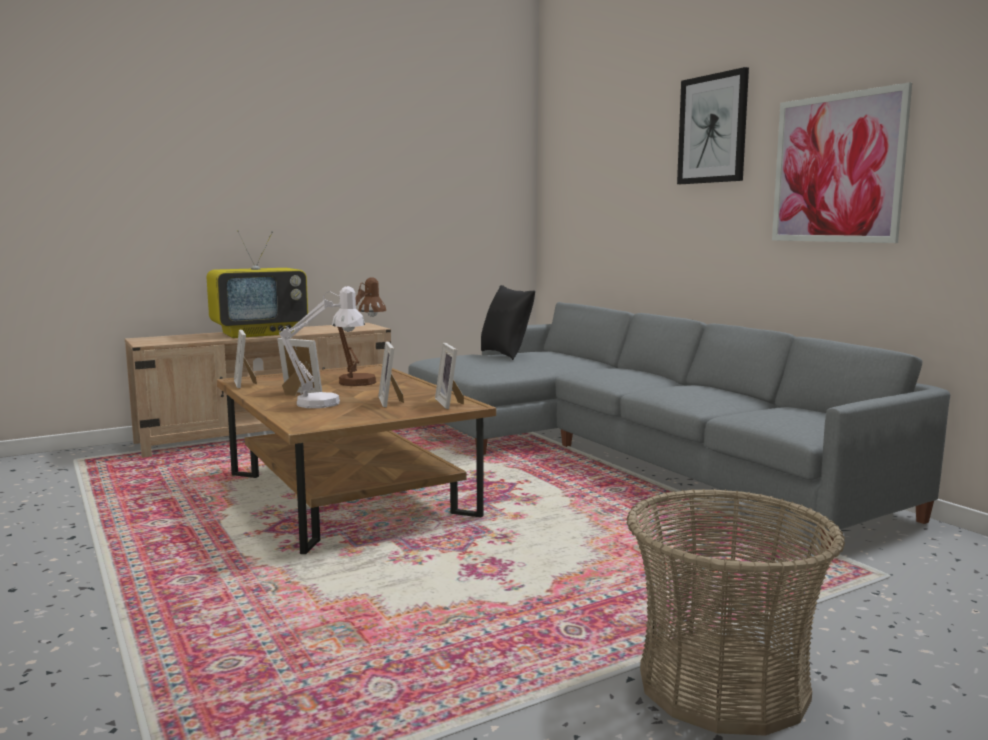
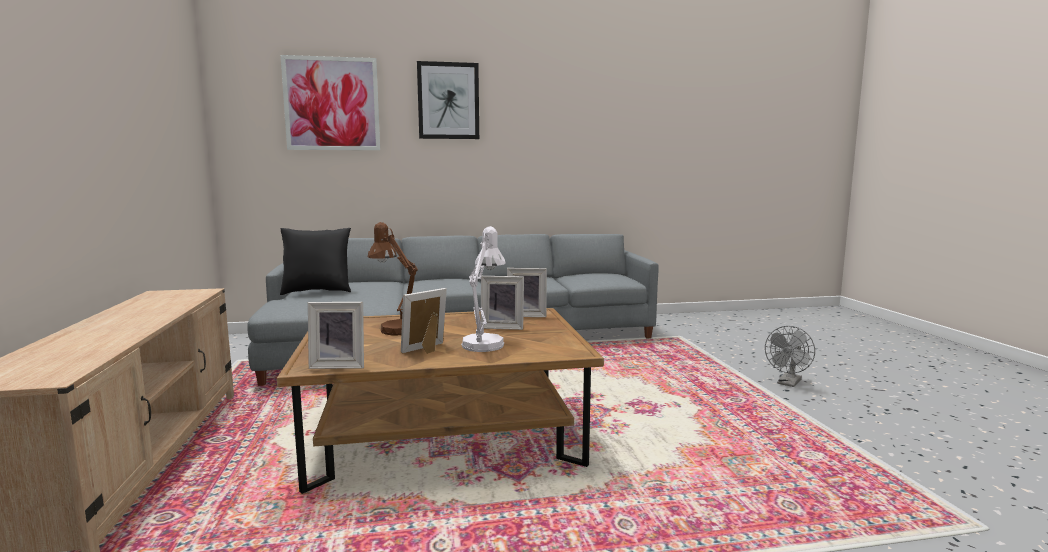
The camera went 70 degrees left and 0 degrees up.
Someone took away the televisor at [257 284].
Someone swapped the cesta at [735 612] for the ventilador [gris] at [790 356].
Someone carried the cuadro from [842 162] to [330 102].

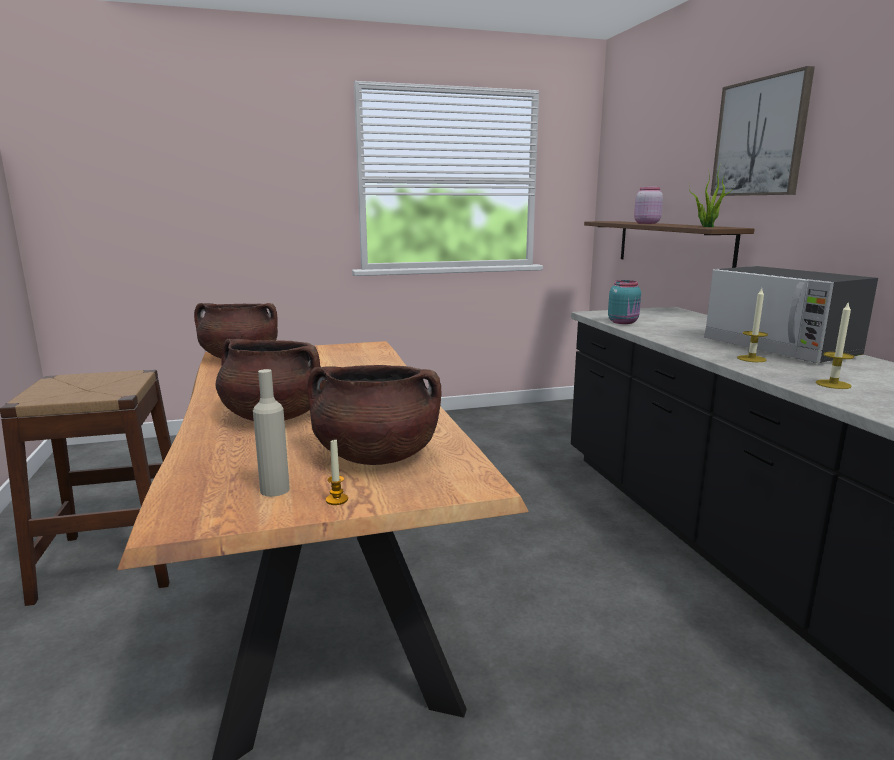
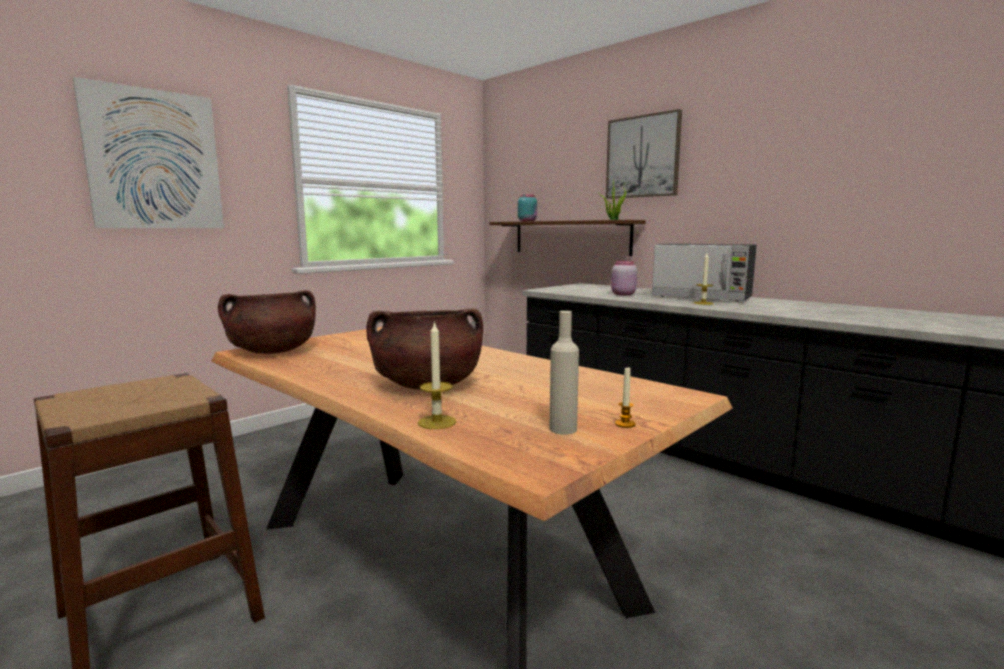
The camera went 30 degrees left and 5 degrees down.
Someone took away the olla [marrón] at [374 415].
Someone carried the tarro [turquesa] from [624 302] to [527 207].
Someone carried the tarro [rosa] from [648 205] to [624 278].
Someone carried the vela from [834 345] to [437 375].
Someone put up the cuadro at [148 152].

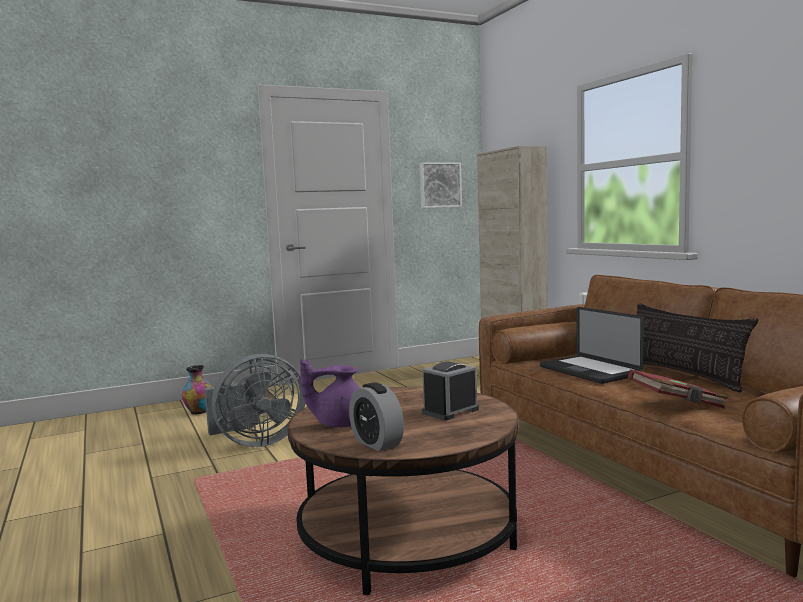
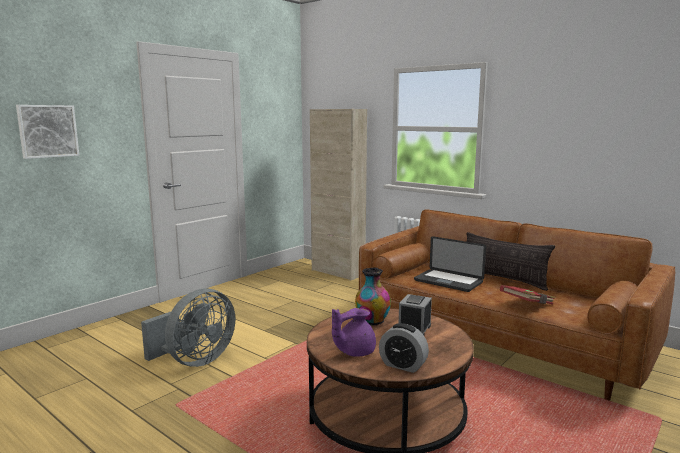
The camera went 25 degrees left and 5 degrees up.
Someone carried the florero from [197 390] to [373 296].
Someone carried the cuadro from [440 185] to [47 132].

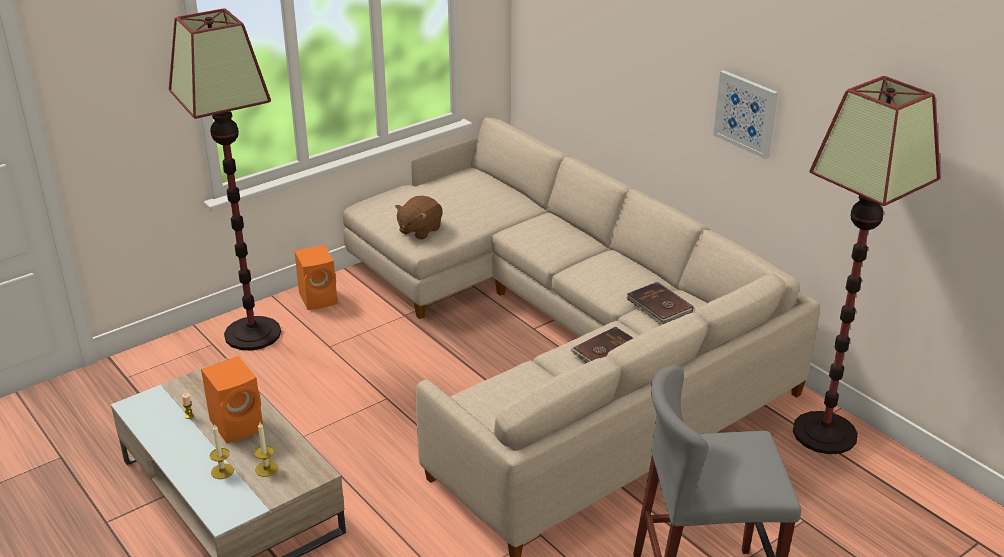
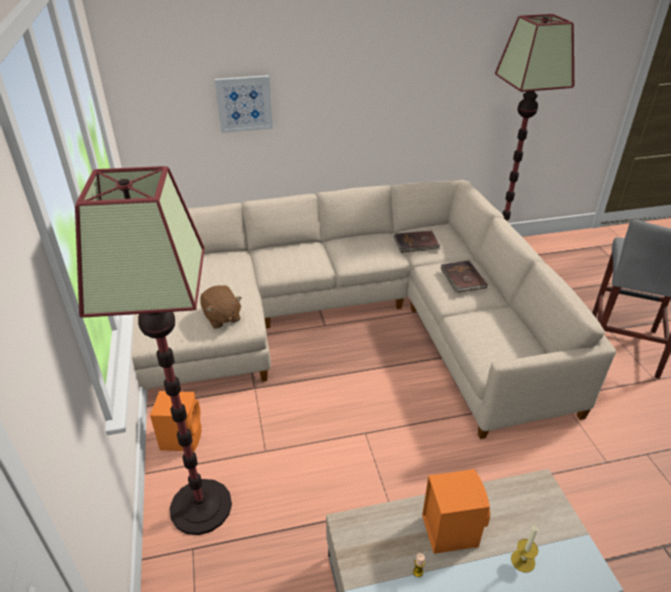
The camera went 65 degrees left and 5 degrees up.
Someone took away the vela at [266 449].
Someone carried the cuadro from [745 114] to [244 104].

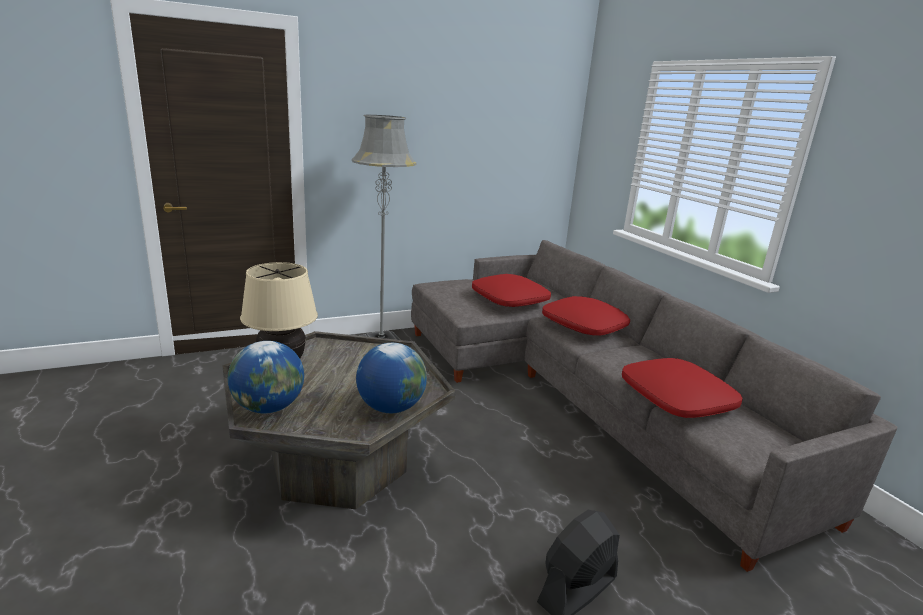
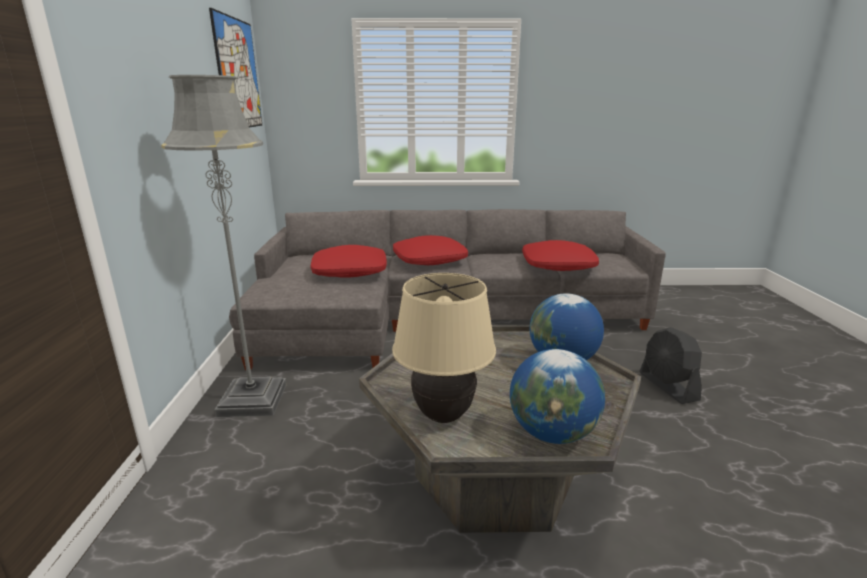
The camera went 65 degrees left and 0 degrees up.
Someone put up the cuadro at [235 68].

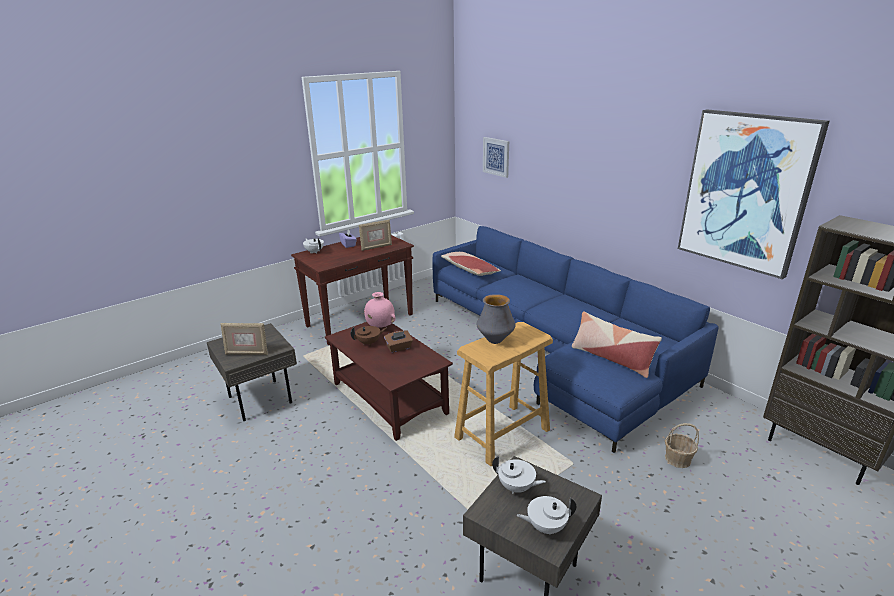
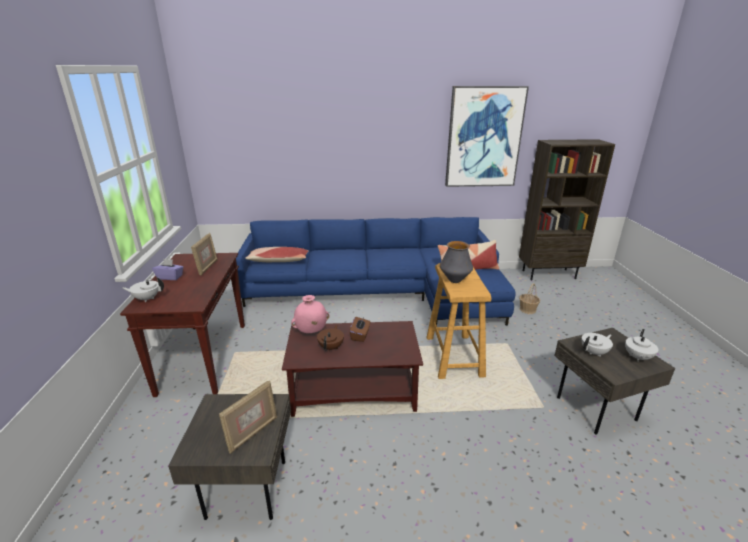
The camera went 55 degrees left and 0 degrees up.
Someone took away the cuadro at [496 157].

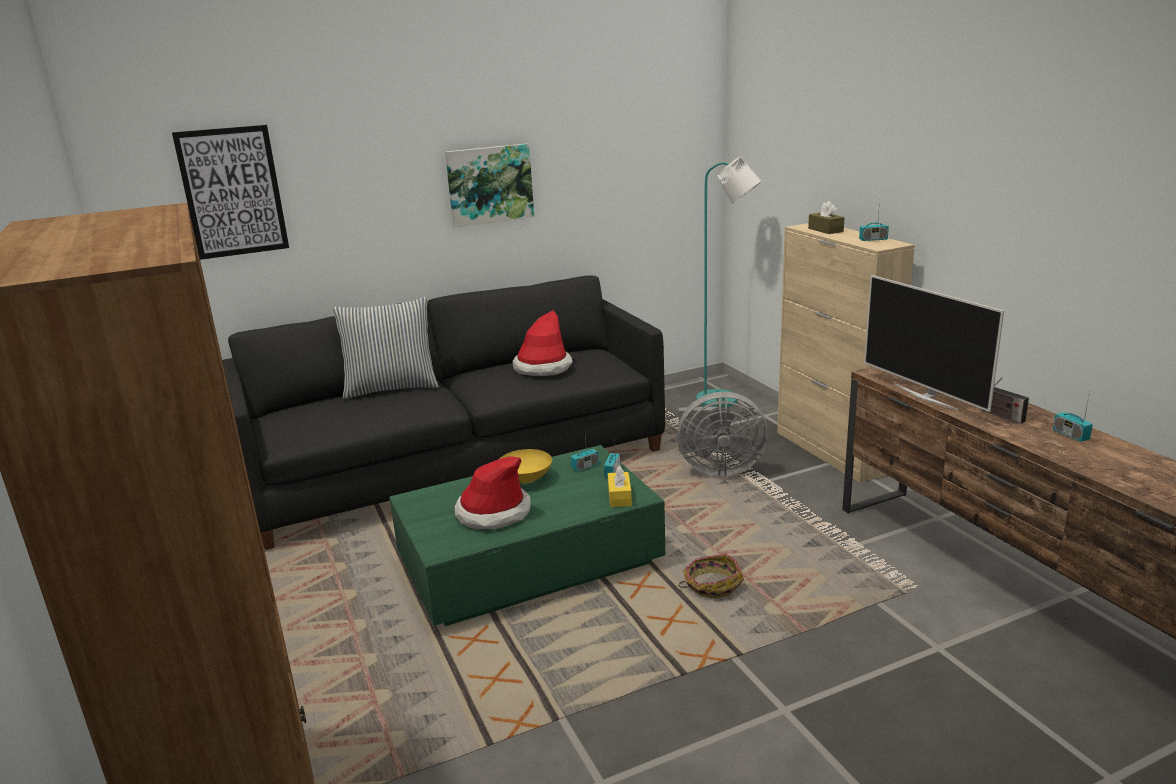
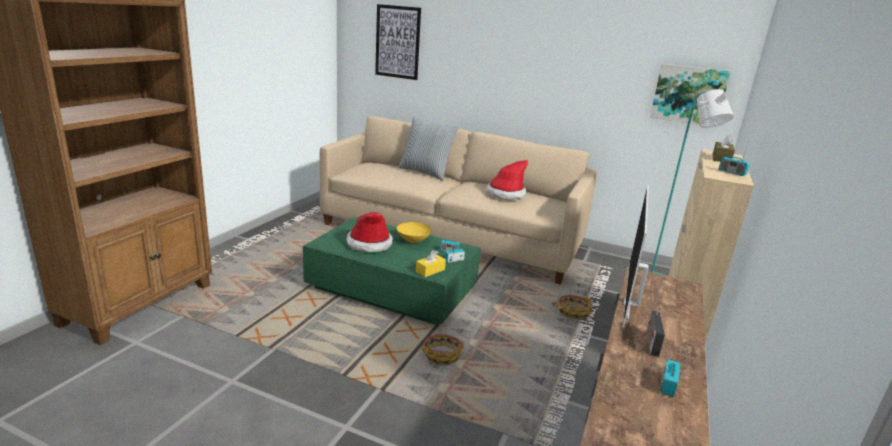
The camera went 45 degrees right and 0 degrees up.
Someone repainted the sofá [negro] at [443 412], which became the sofá [beis] at [458 200].
Someone carried the cuadro from [489 185] to [690 95].
Someone swapped the ventilador [gris] at [722 434] for the cesta at [572 307].

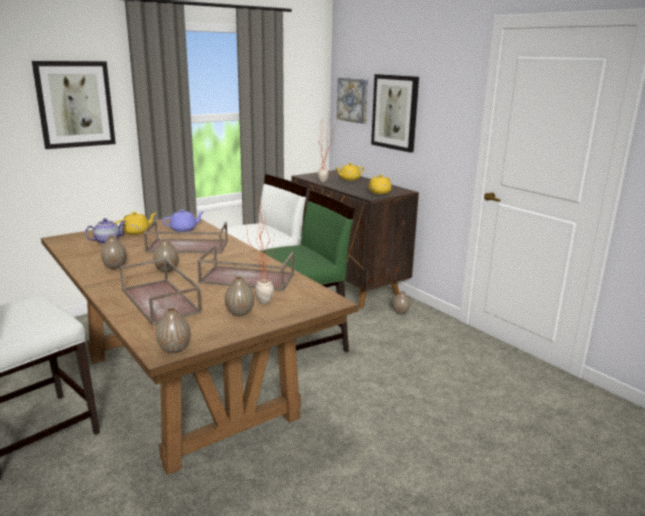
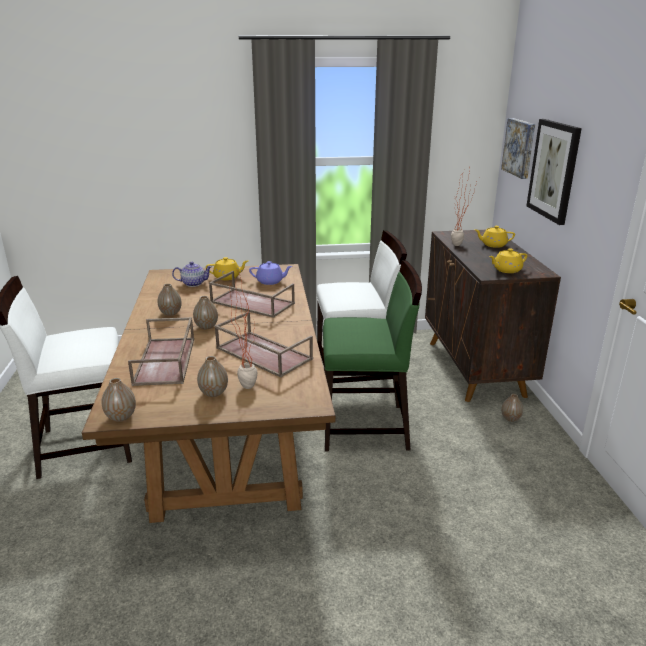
The camera went 30 degrees right and 5 degrees up.
Someone took away the cuadro at [74 105].

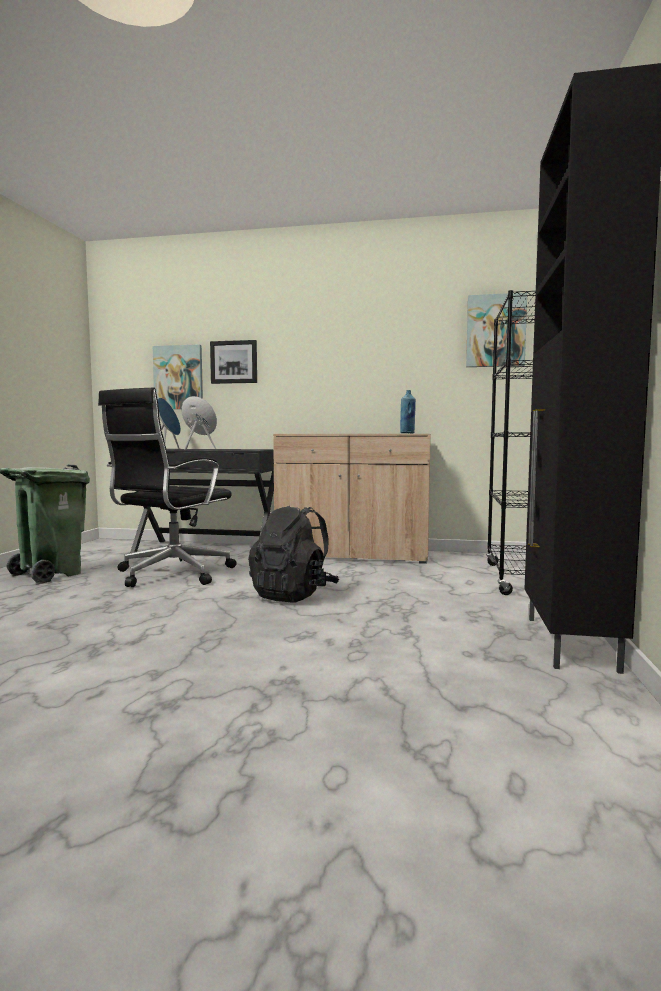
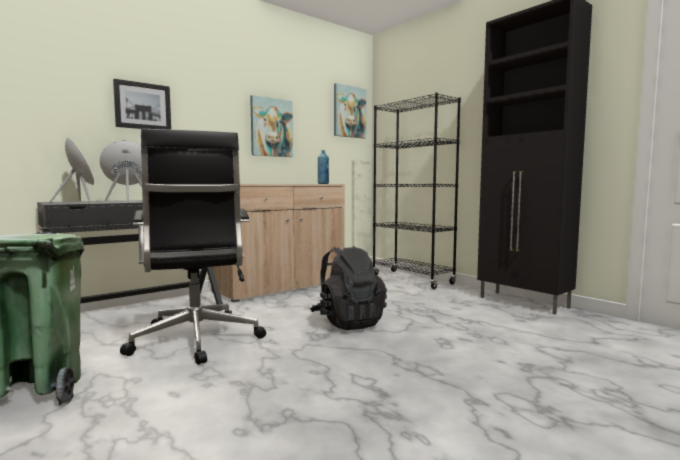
The camera went 50 degrees left and 0 degrees up.
Someone carried the cuadro from [178 376] to [271 126].

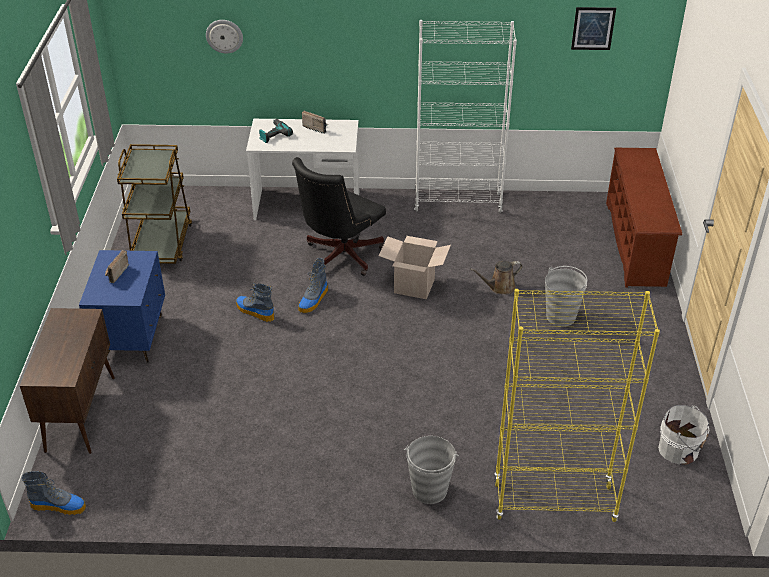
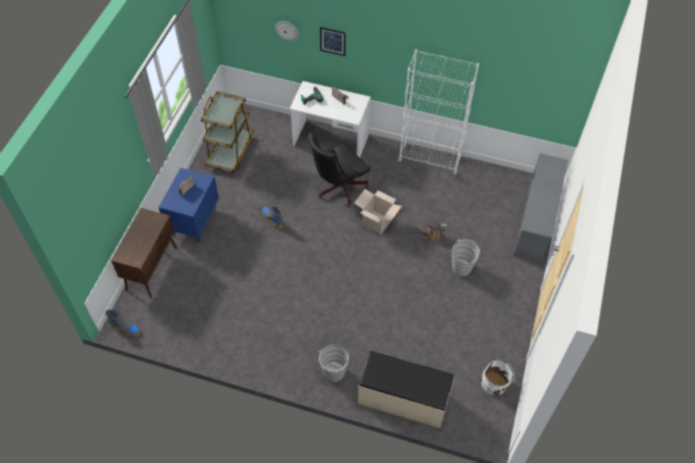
The camera went 15 degrees right and 15 degrees up.
Someone took away the bota at [313 285].
Someone swapped the estantería [amarillo] at [577 405] for the banco [beis] at [406 389].
Someone carried the cuadro from [593 28] to [333 41].
Someone repainted the zapatero [marrón] at [644 218], which became the zapatero [gris] at [540 207].

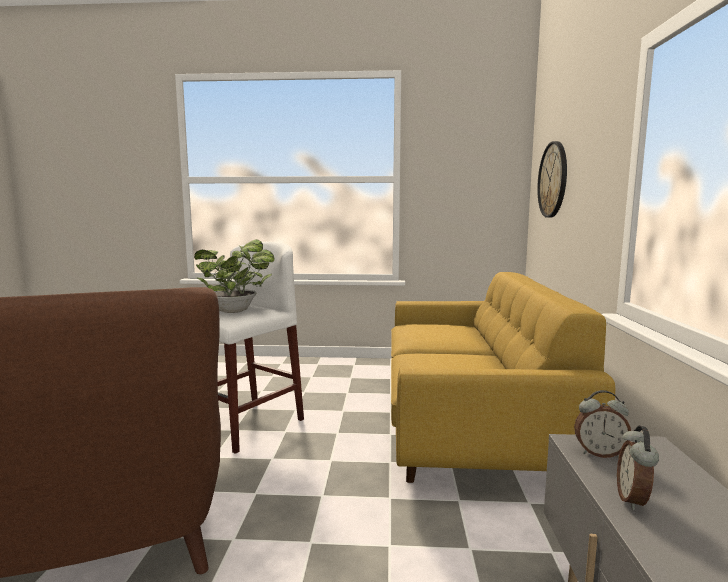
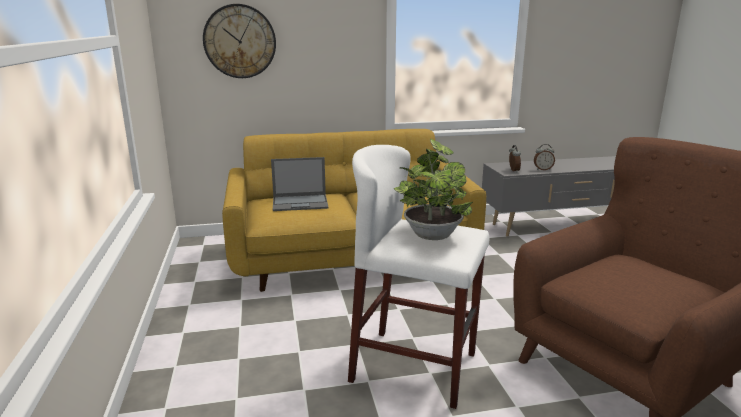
The camera went 105 degrees left and 10 degrees up.
Someone put down the portátil at [299 184].

